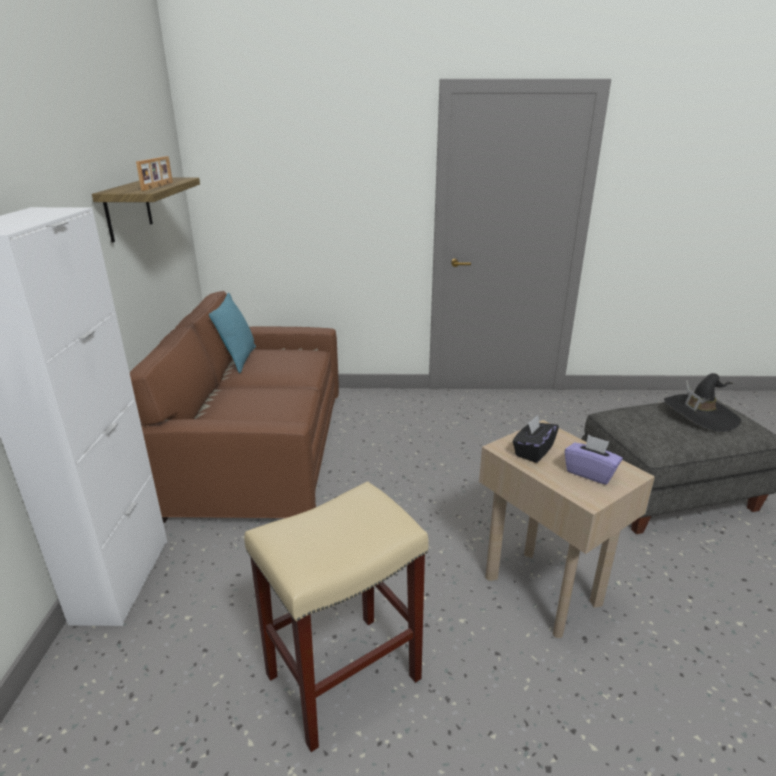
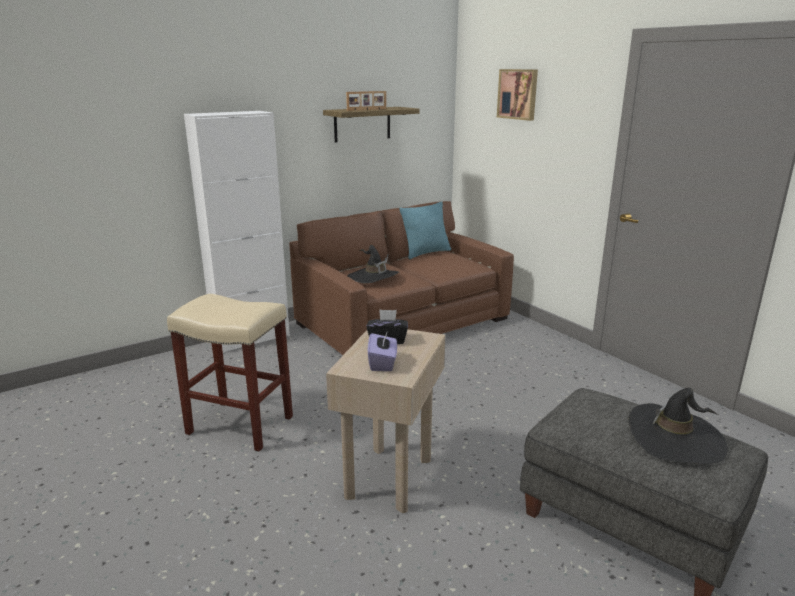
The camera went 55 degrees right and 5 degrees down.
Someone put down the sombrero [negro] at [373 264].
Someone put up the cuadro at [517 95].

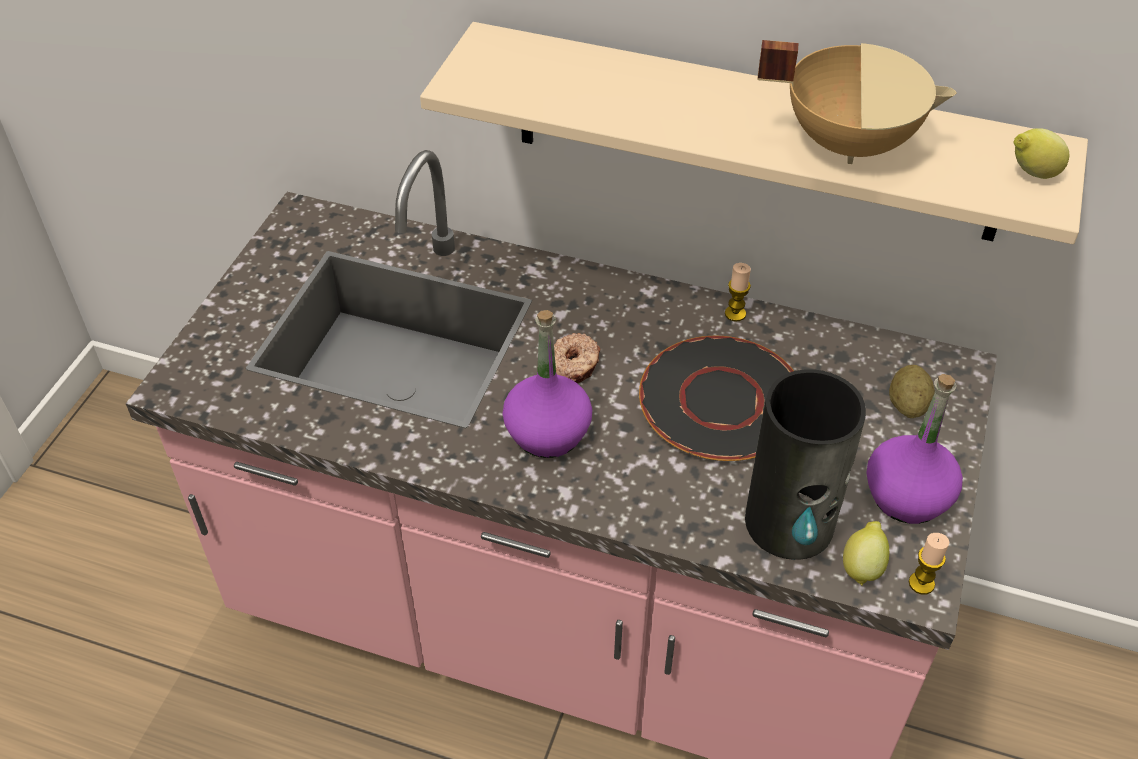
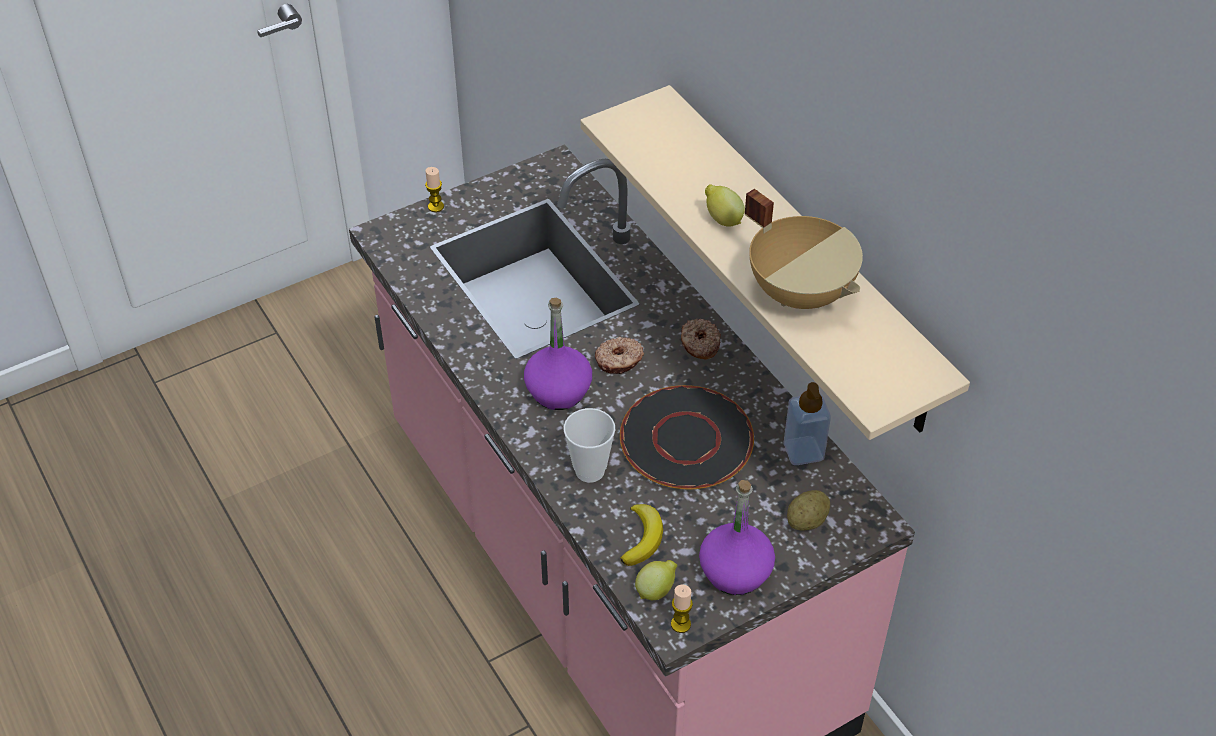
The camera went 40 degrees right and 0 degrees up.
Someone carried the vela from [738 292] to [434 189].
Someone swapped the florero at [805 464] for the plátano at [641 535].
Someone carried the limón from [1041 153] to [725 205].
Someone put down the taza at [589 445].
Someone put down the rosquilla at [701 339].
Someone put down the dispensador de jabón at [807 423].

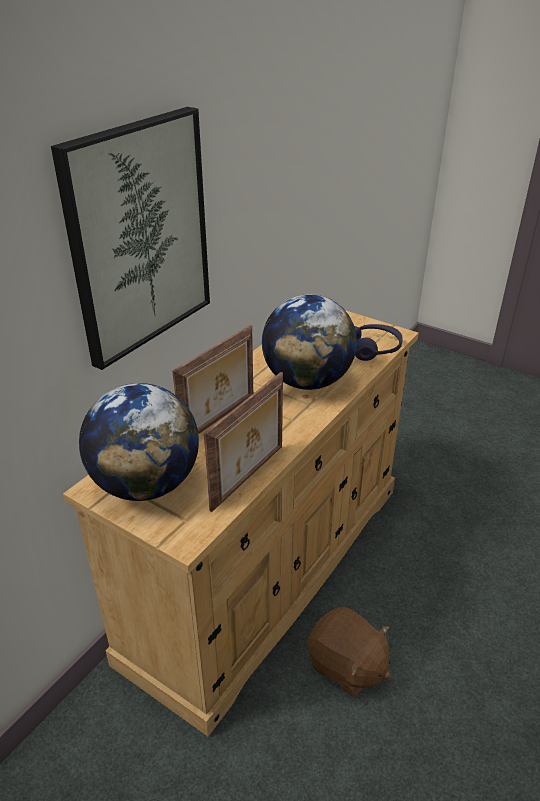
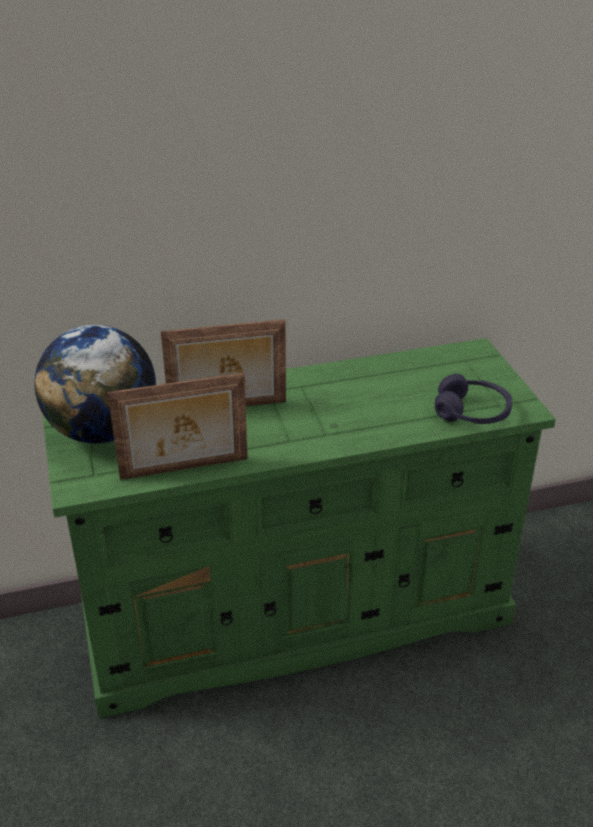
The camera went 40 degrees right and 0 degrees up.
Someone took away the cuadro at [130 238].
Someone repainted the cómoda [beis] at [241 523], which became the cómoda [verde] at [299 528].
Someone took away the globo terráqueo at [309 342].
Someone took away the peluche [marrón] at [349 652].

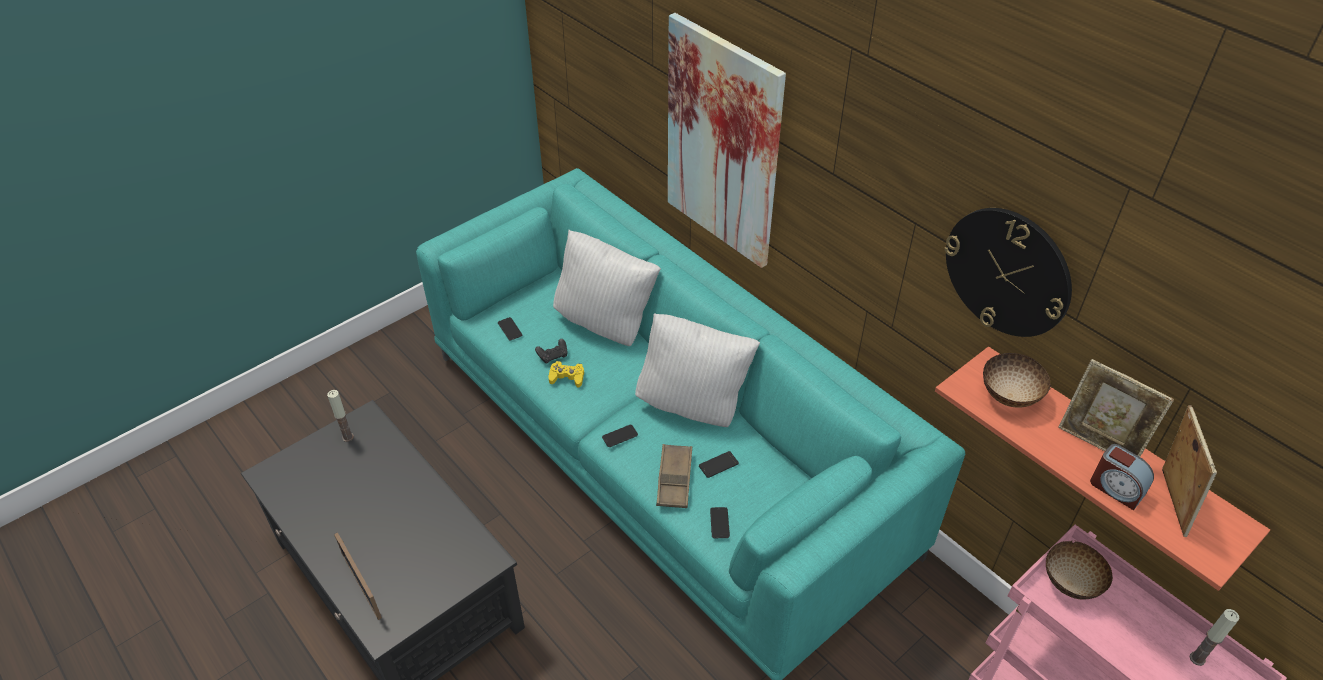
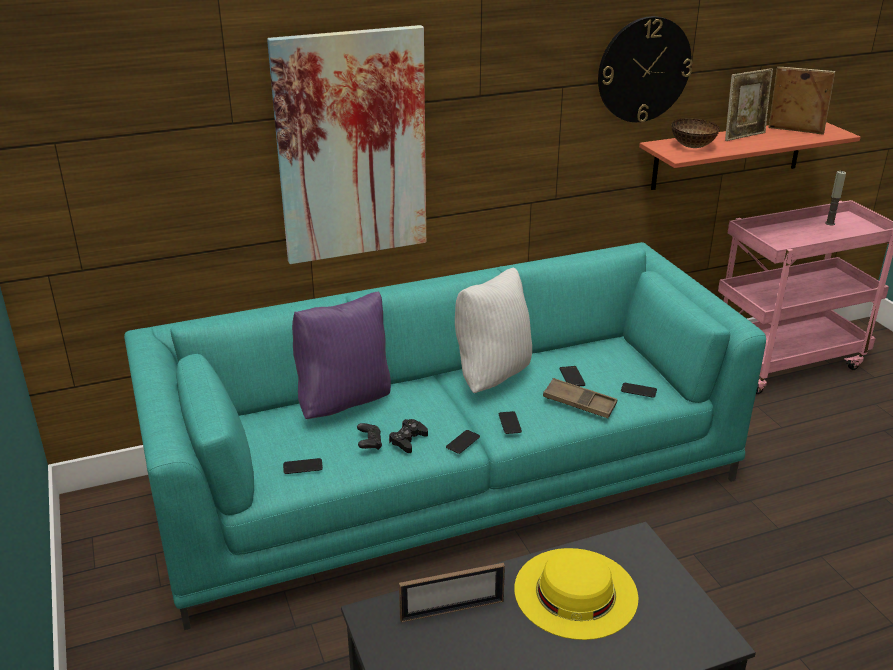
The camera went 70 degrees left and 15 degrees down.
Someone took away the vela at [340 416].
Someone carried the portarretratos from [358 576] to [452 592].
Someone repainted the mando de consola [amarillo] at [566 374], which became the mando de consola [negro] at [408 436].
Someone repainted the cojín [blanco] at [607 288], which became the cojín [morado] at [341 355].
Someone took away the cuenco at [1079 570].
Someone took away the despertador at [1122 477].
Someone put down the móvil at [463 442].
Someone put down the sombrero [amarillo] at [576 594].

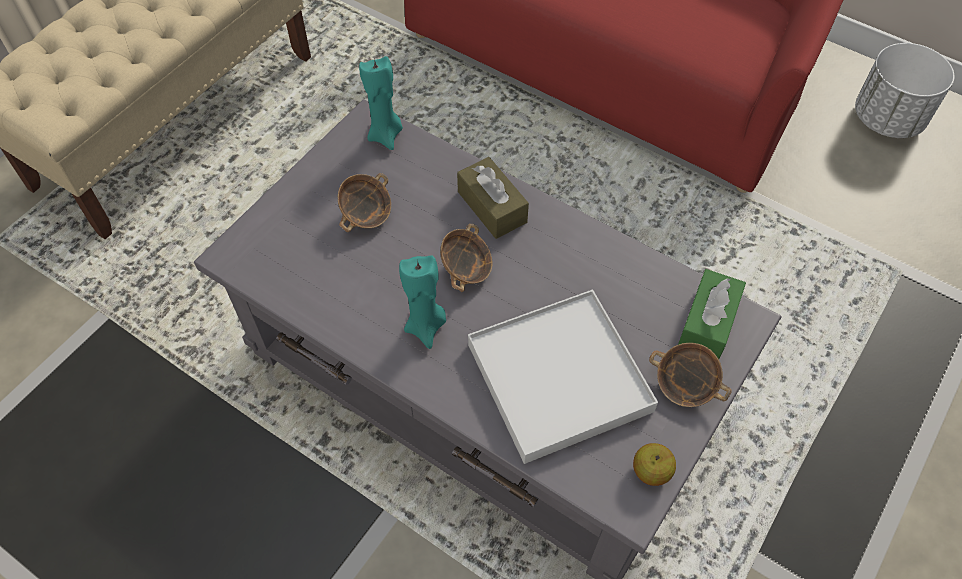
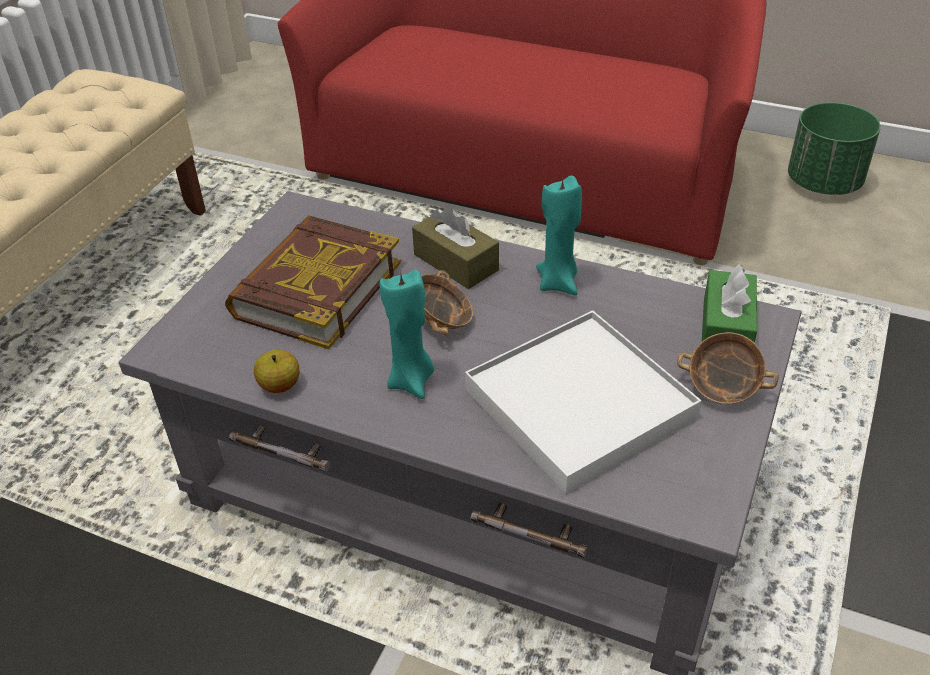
The camera went 10 degrees left and 15 degrees down.
Someone swapped the cuenco at [364 202] for the libro at [313 282].
Someone carried the vela [turquesa] from [381 103] to [559 235].
Someone carried the manzana from [654 464] to [277 371].
Someone repainted the maceta [blanco] at [904 90], which became the maceta [verde] at [834 148].

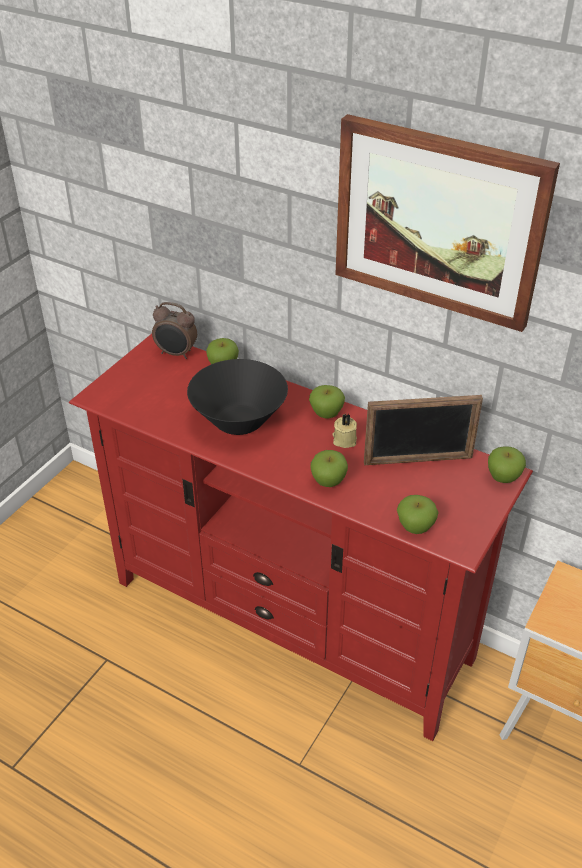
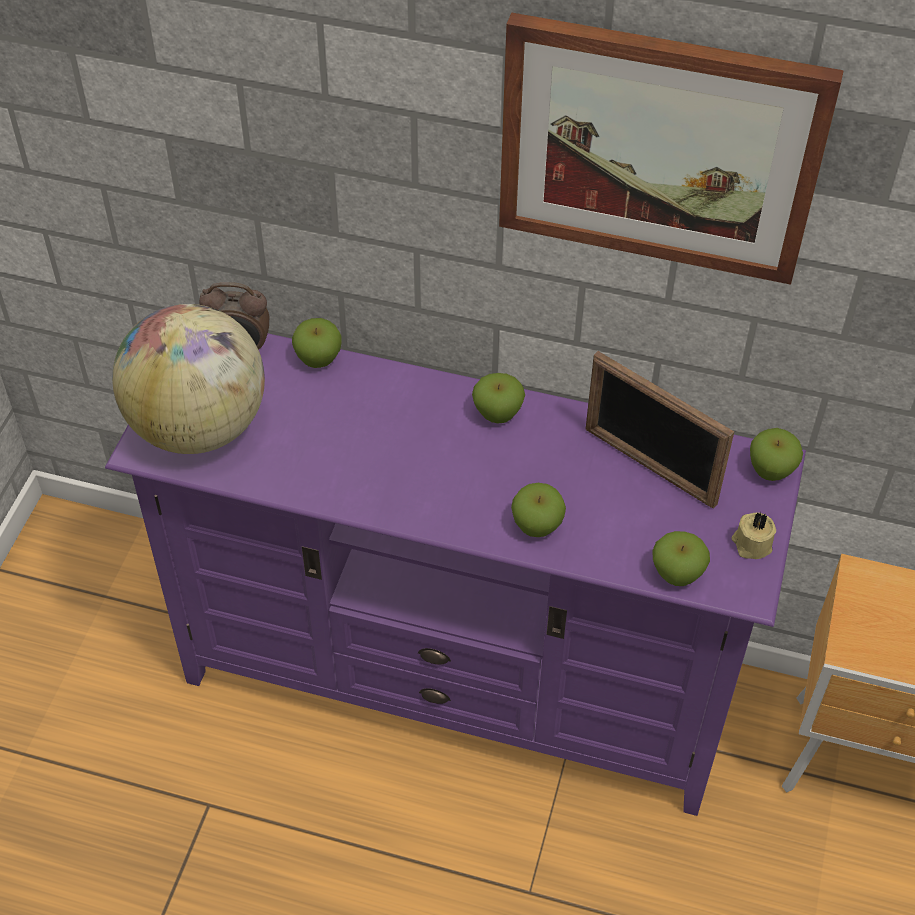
The camera went 15 degrees left and 10 degrees up.
Someone repainted the mueble de televisión [rojo] at [301 537], which became the mueble de televisión [morado] at [455 574].
Someone took away the cuenco [negro] at [237 397].
Someone carried the vela [beis] from [345 431] to [753 535].
Someone rotated the portarretratos at [423 430] by 60 degrees clockwise.
Someone put down the globo terráqueo at [188 379].

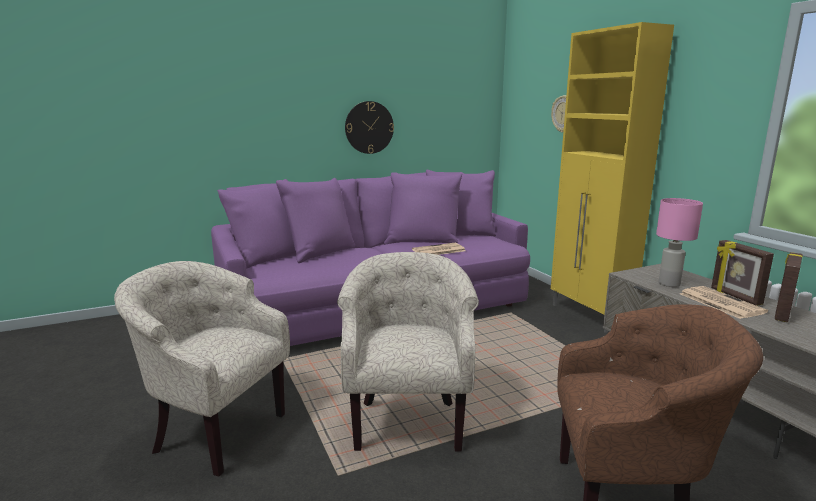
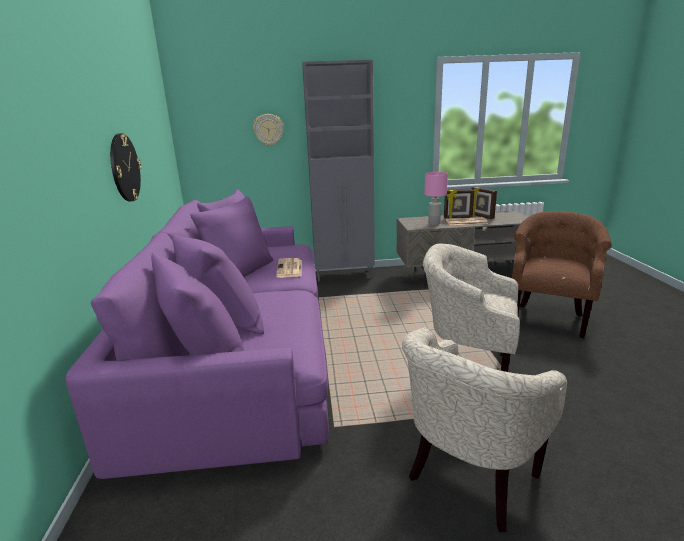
The camera went 70 degrees left and 5 degrees up.
Someone repainted the armario [amarillo] at [612 177], which became the armario [gris] at [338 171].

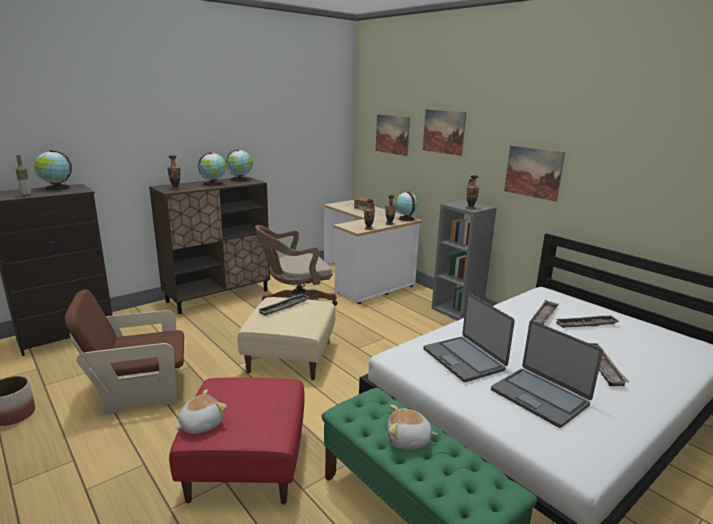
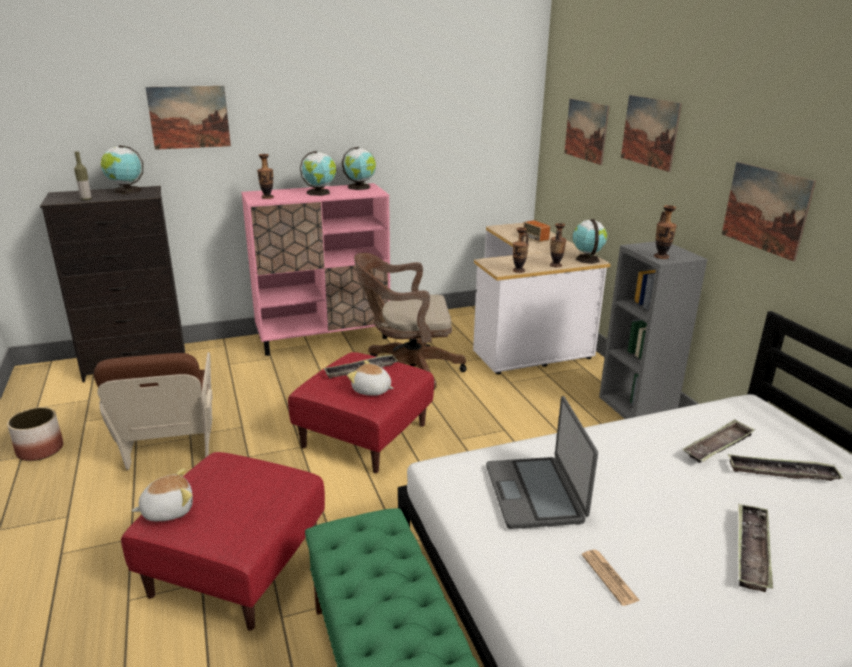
The camera went 20 degrees right and 5 degrees up.
Someone rotated the sillón [marrón] at [124 351] by 105 degrees counterclockwise.
Someone repainted the armario [marrón] at [209 245], which became the armario [rosa] at [315 269].
Someone repainted the puf [beis] at [286 338], which became the puf [rojo] at [361 412].
Someone carried the peluche from [413 427] to [370 378].
Someone swapped the portátil at [547 374] for the periódico at [611 578].
Someone put up the cuadro at [188 118].

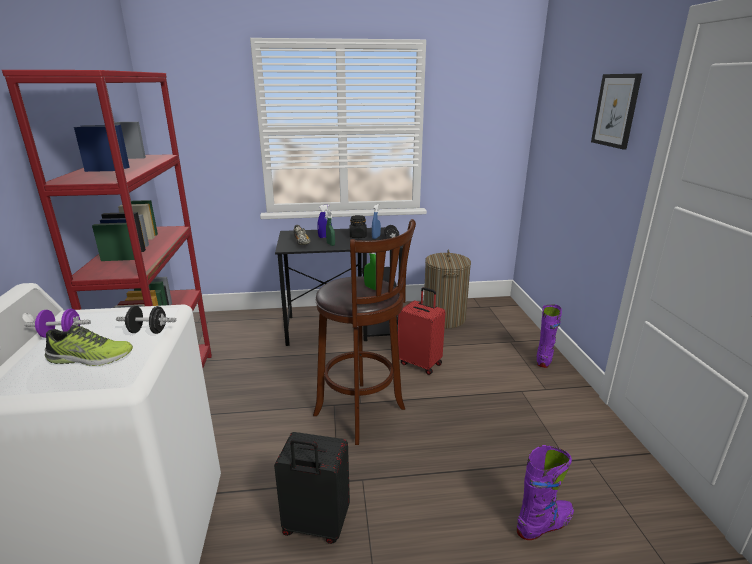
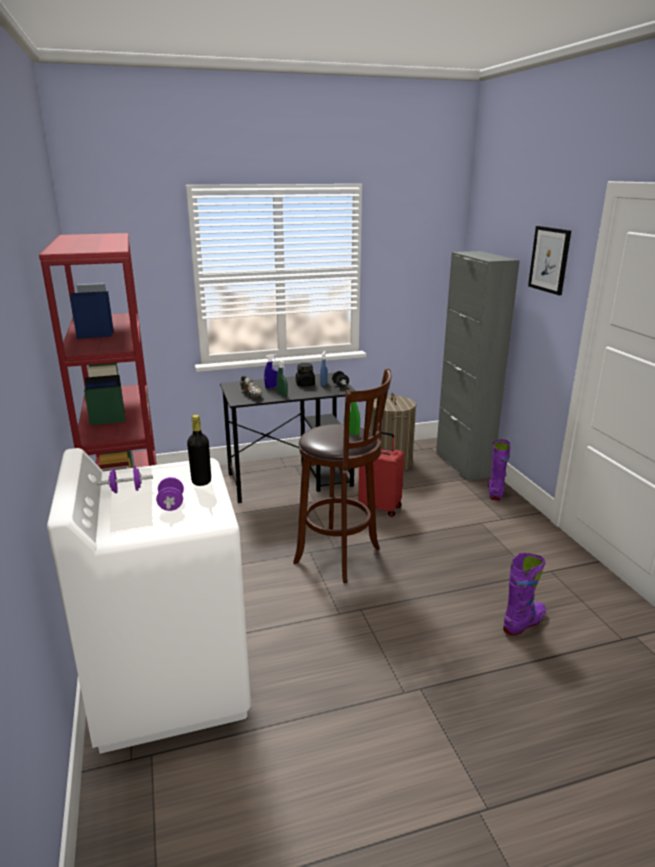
The camera went 10 degrees left and 0 degrees up.
Someone swapped the zapato at [89 345] for the mancuerna [morado] at [170 494].
Someone swapped the mancuerna [negro] at [146 320] for the botella [negro] at [199 450].
Someone took away the maleta [negro] at [312 488].
Someone put down the armario [gris] at [478 366].

